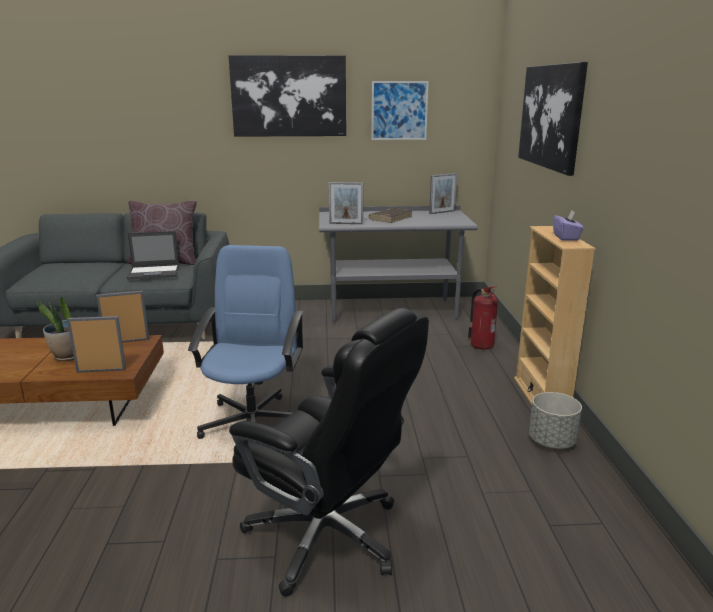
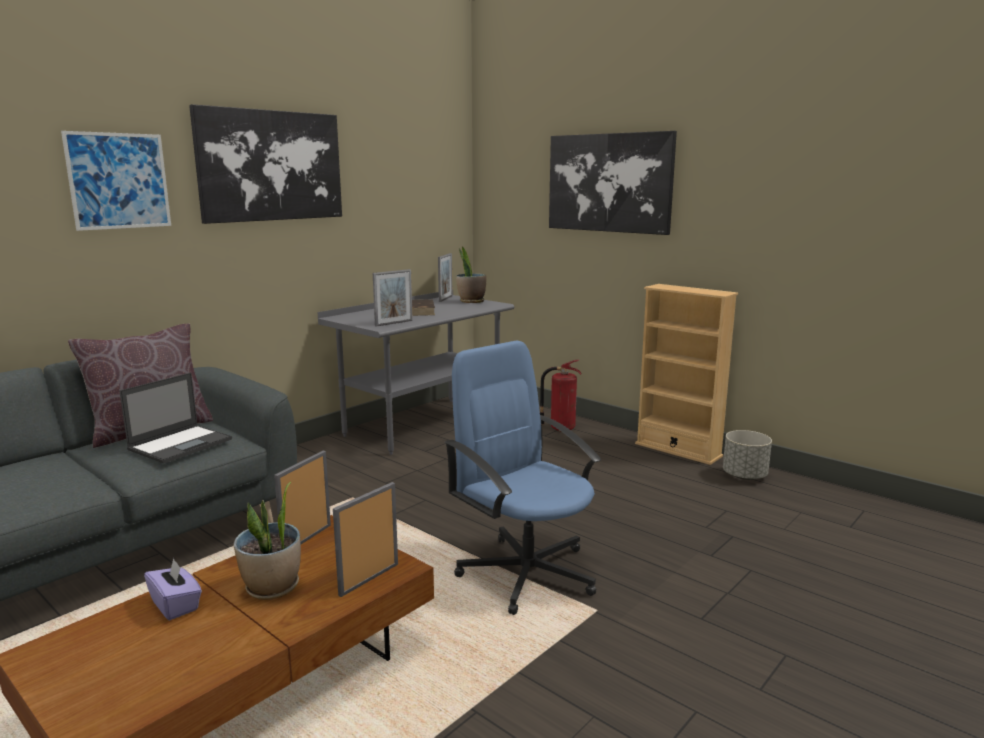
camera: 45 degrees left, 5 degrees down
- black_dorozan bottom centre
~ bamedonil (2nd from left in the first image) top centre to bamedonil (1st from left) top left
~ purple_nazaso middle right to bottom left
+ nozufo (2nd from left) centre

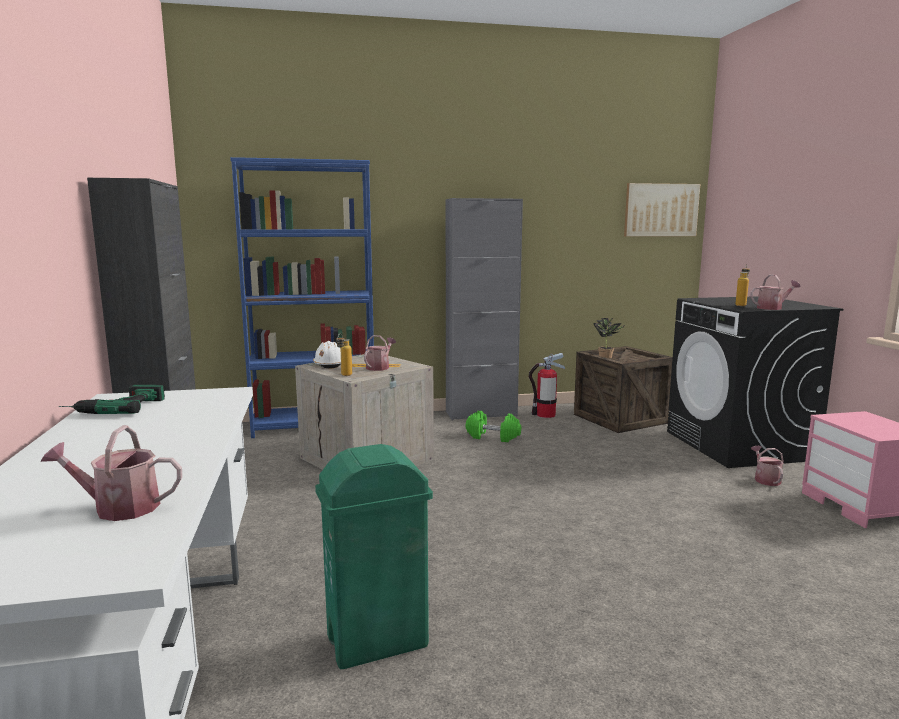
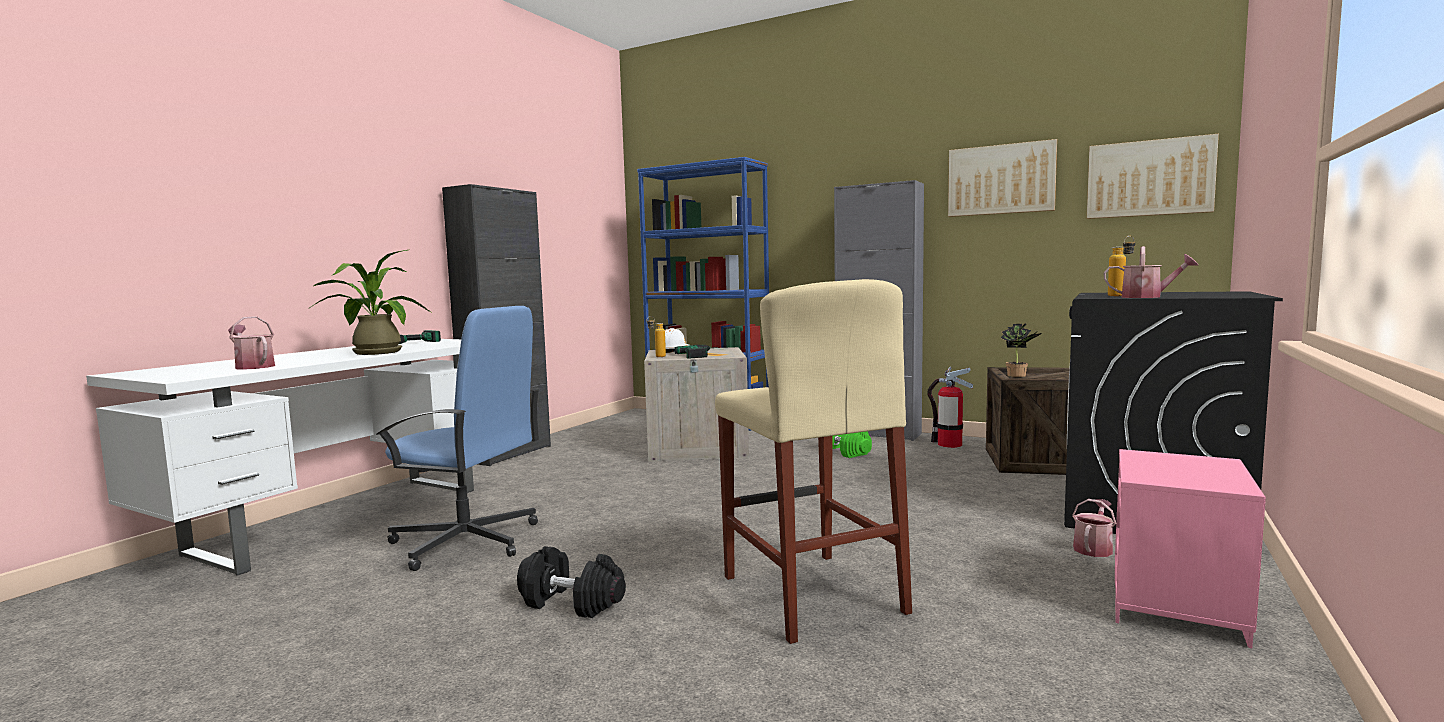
camera: 40 degrees right, 5 degrees down
~ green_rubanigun bottom centre to blue_dorozan middle left
~ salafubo (2nd from left) centre to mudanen (2nd from left) centre
+ nozufo (1st from left) middle left
+ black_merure bottom centre
+ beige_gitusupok centre
+ bamedonil (1st from left) top right

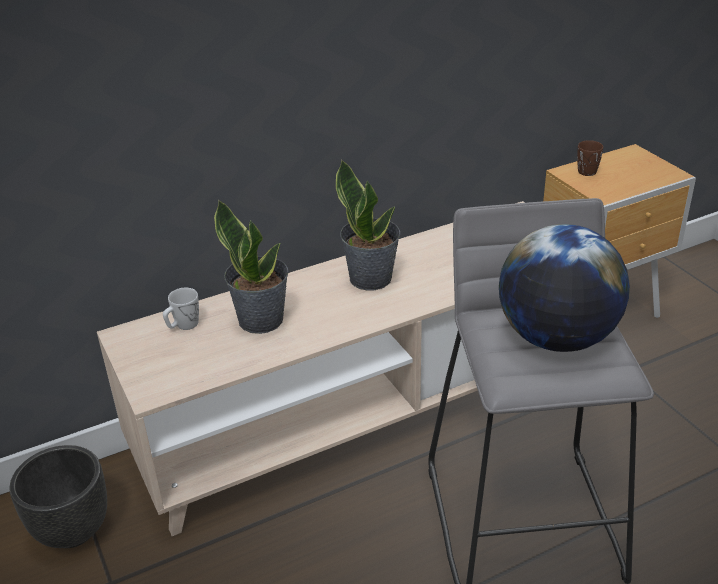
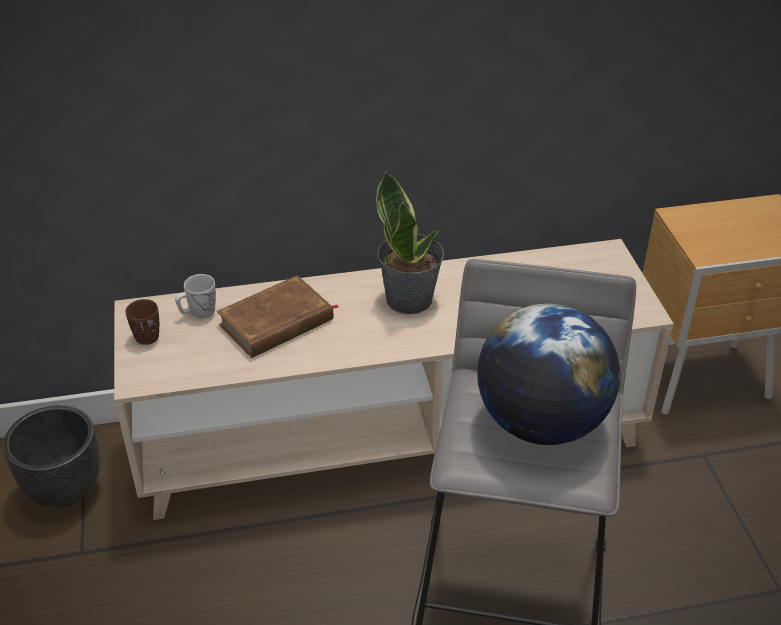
camera: 15 degrees right, 5 degrees up
~ nozufo (1st from left) centre to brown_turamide centre
~ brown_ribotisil top right to middle left

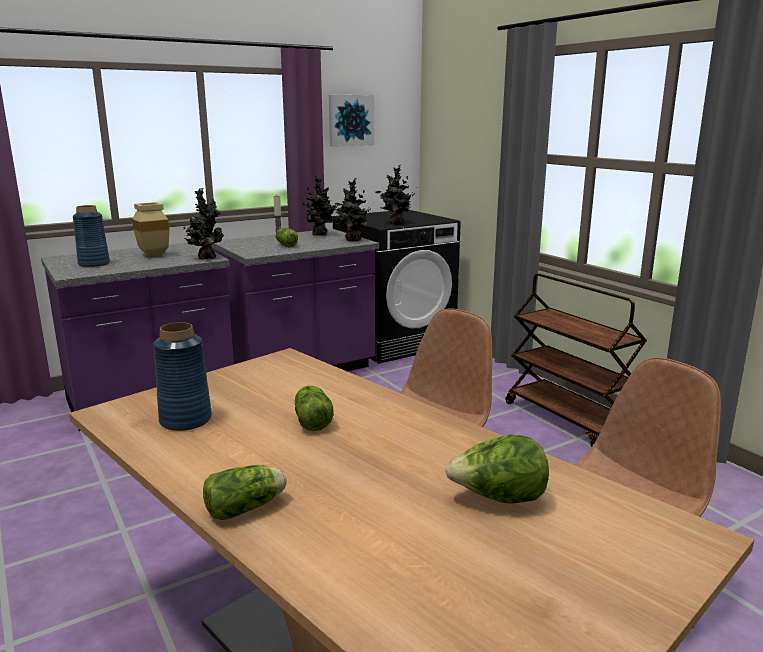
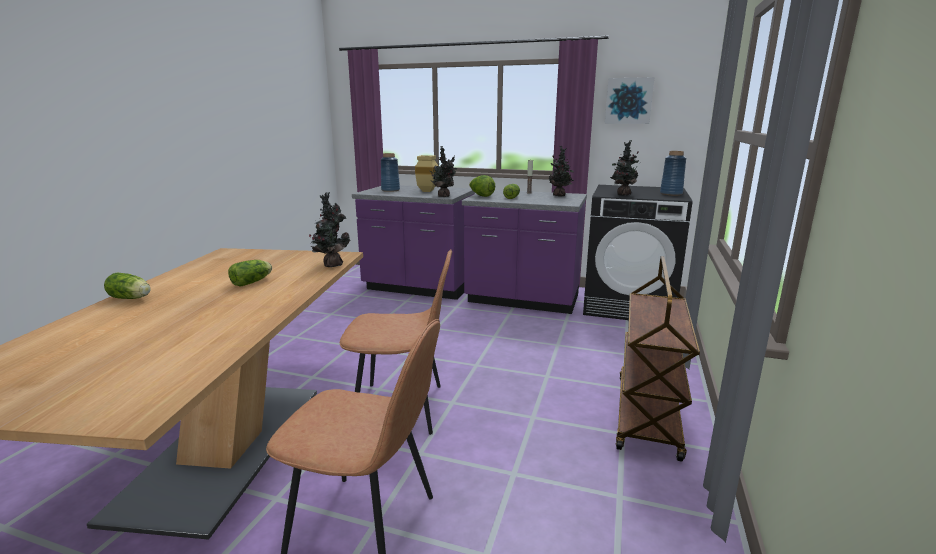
camera: 50 degrees right, 0 degrees up
~ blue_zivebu (2nd from left) middle left to top right
~ nozufo (3rd from left in the first image) top centre to nozufo (1st from left) centre
~ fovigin (4th from left in the first image) bottom centre to fovigin (3rd from left) centre

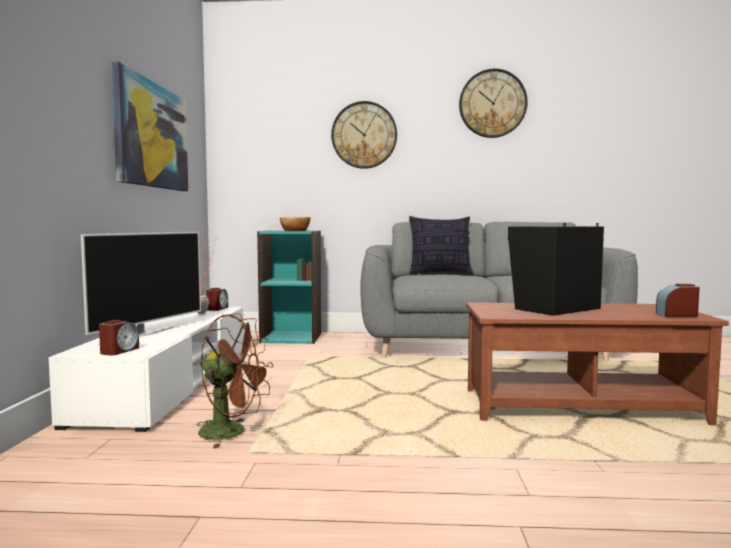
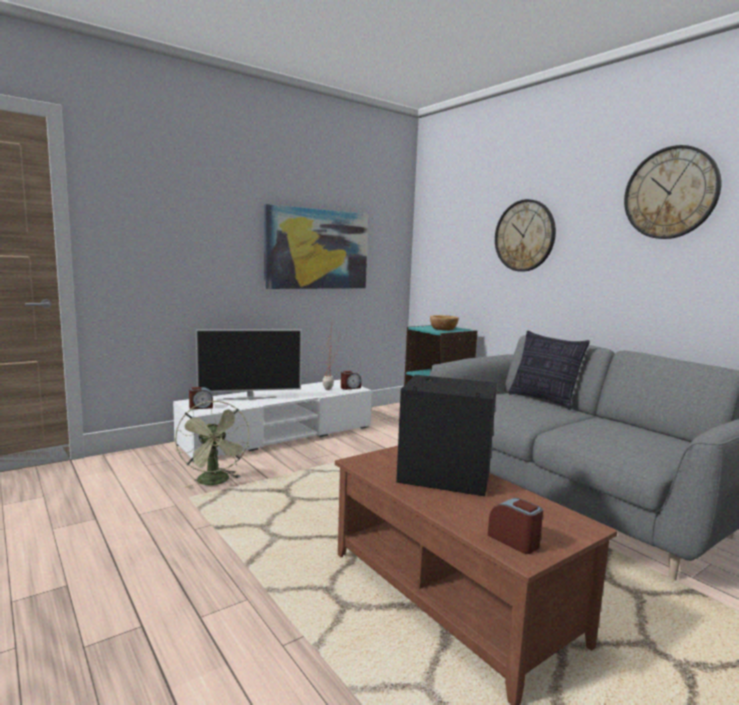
camera: 50 degrees right, 5 degrees up
~ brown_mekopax bottom left to green_mekopax middle left

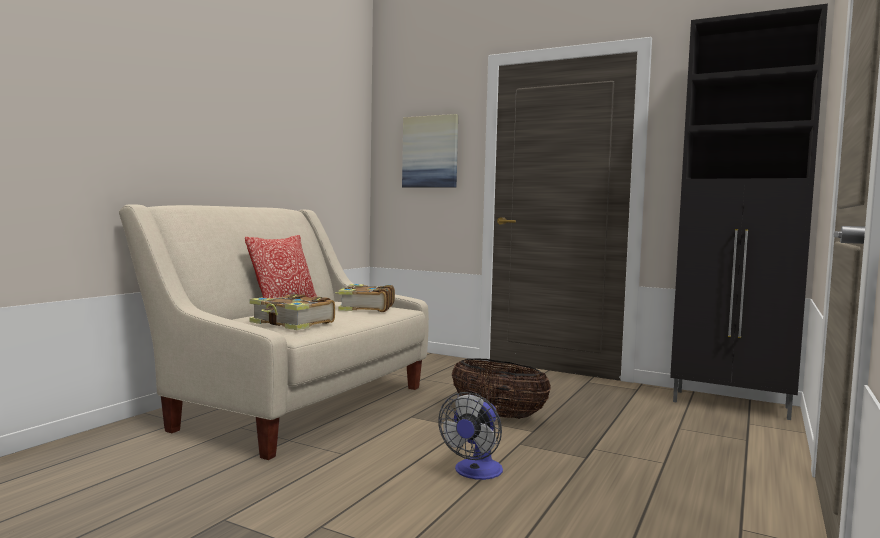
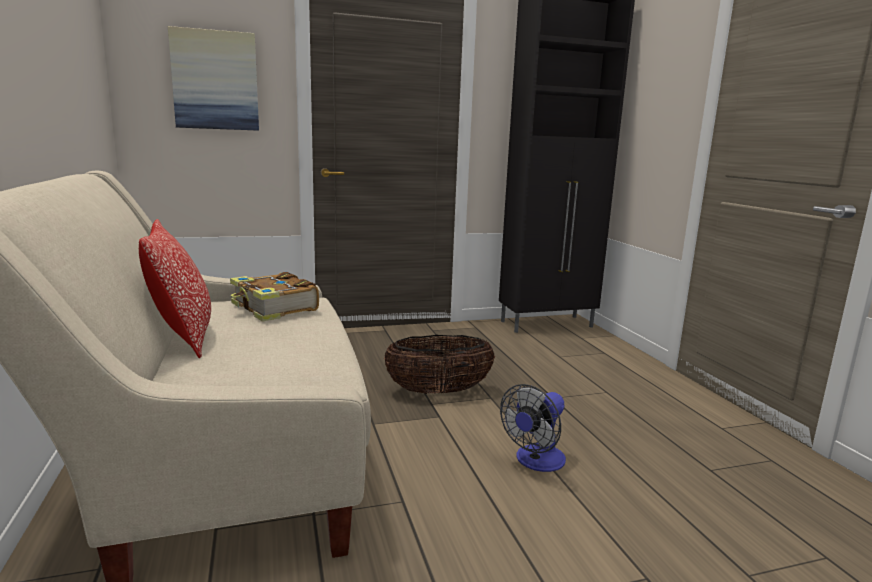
camera: 45 degrees left, 10 degrees up
- turamide (1st from left) middle left
~ mekopax bottom centre = bottom centre 60 degrees clockwise

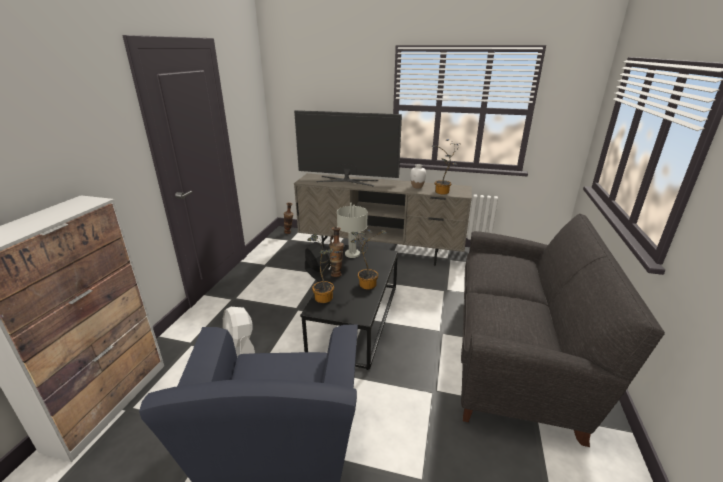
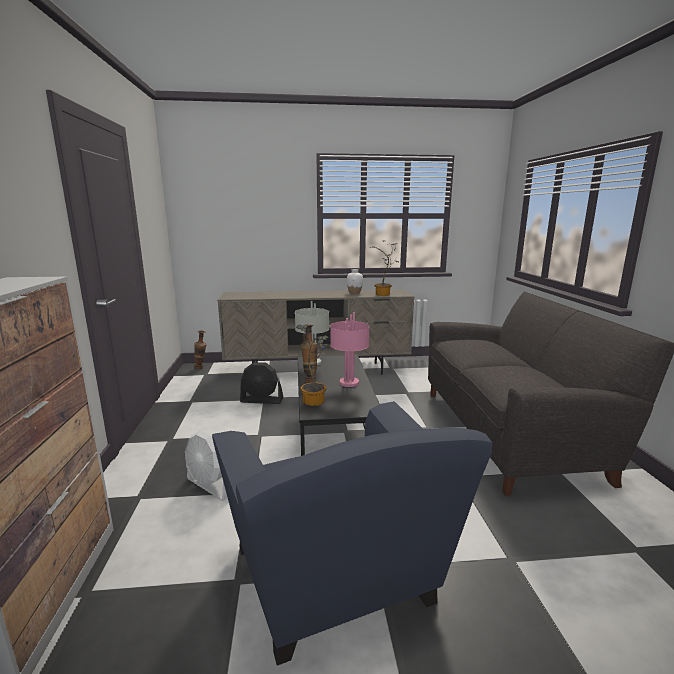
camera: 20 degrees left, 10 degrees down
- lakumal top centre
~ black_mekopax centre = centre 150 degrees clockwise
~ nozufo (2nd from left) centre to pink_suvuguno centre

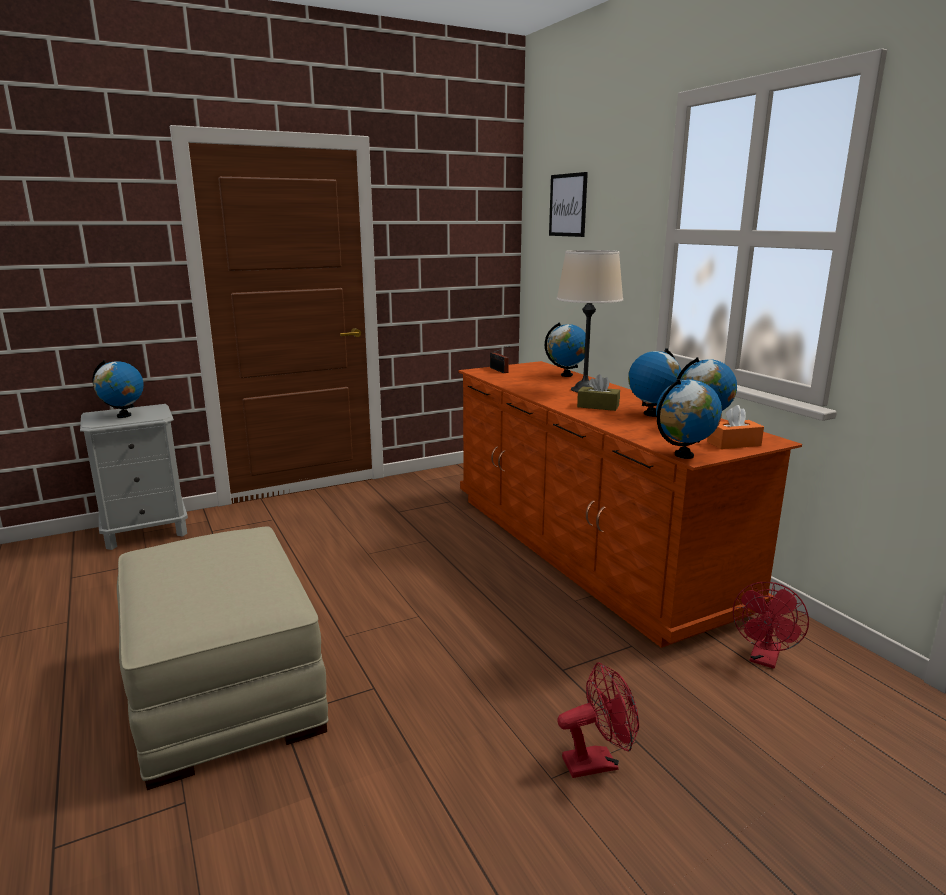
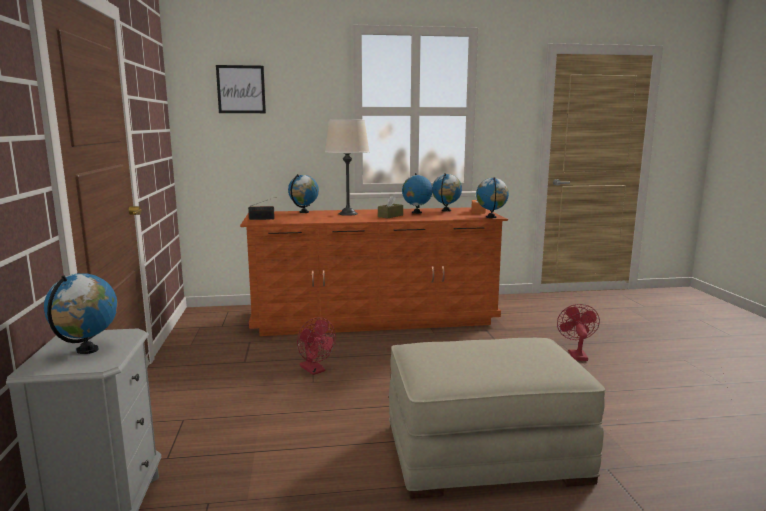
camera: 70 degrees left, 5 degrees down
~ red_mekopax (2nd from left in the first image) bottom right to red_mekopax (1st from left) bottom centre

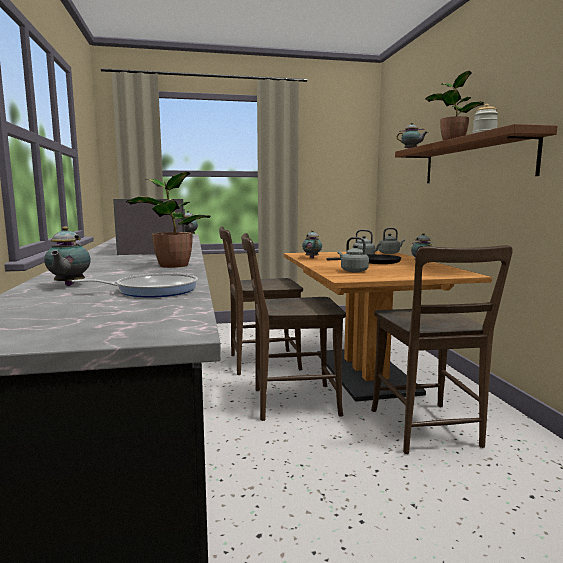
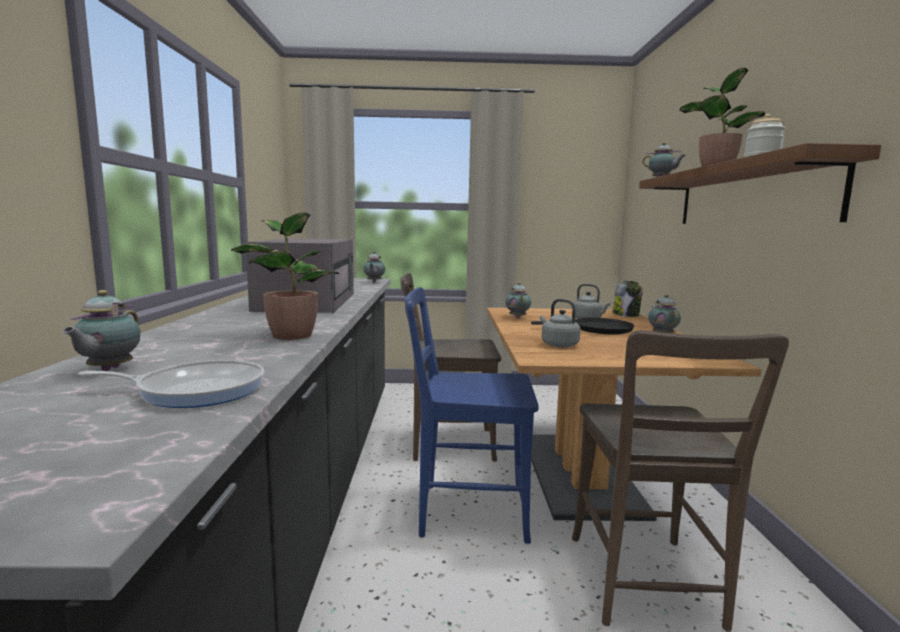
camera: 10 degrees right, 0 degrees up
~ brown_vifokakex (2nd from left) centre to blue_vifokakex centre
~ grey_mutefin (3rd from left) middle right to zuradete (1st from left) middle right

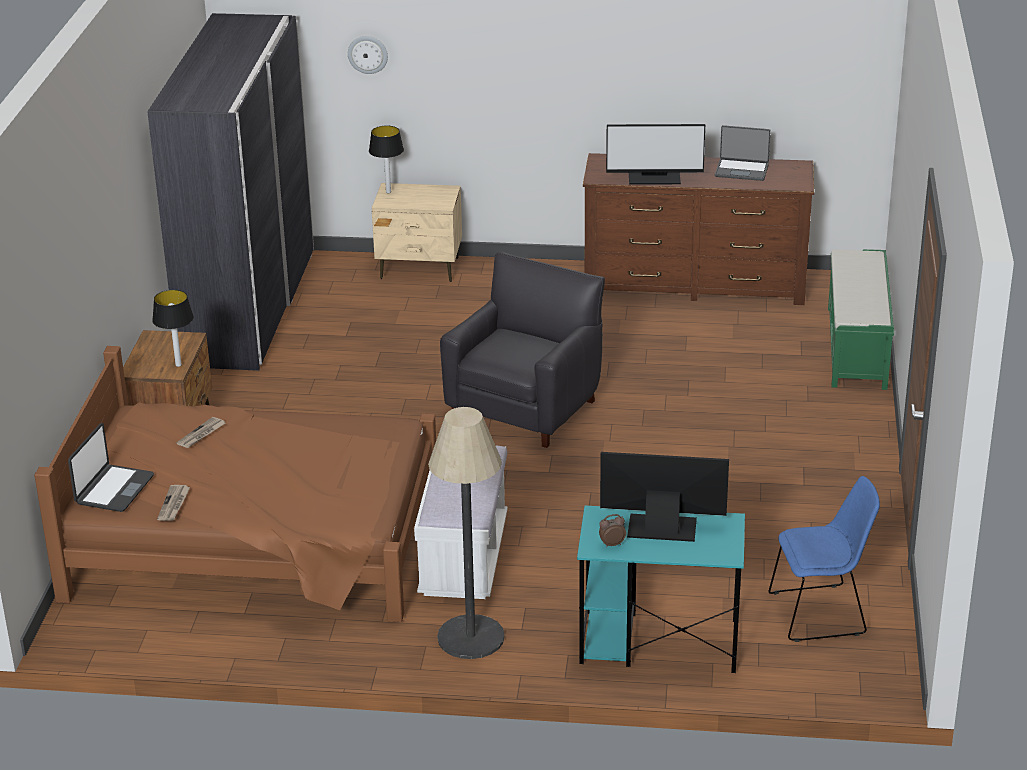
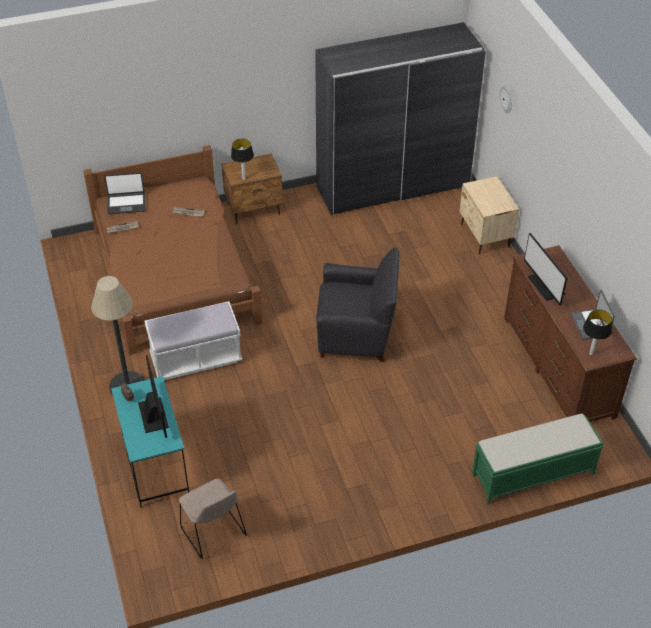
camera: 65 degrees right, 15 degrees up
~ suvuguno (2nd from left) top centre to middle right
~ blue_vifokakex bottom right to beige_vifokakex bottom left

